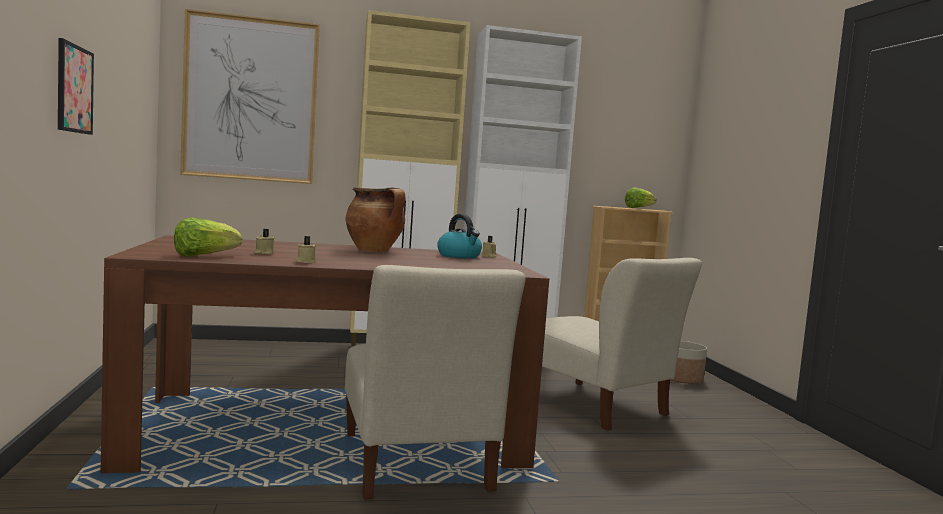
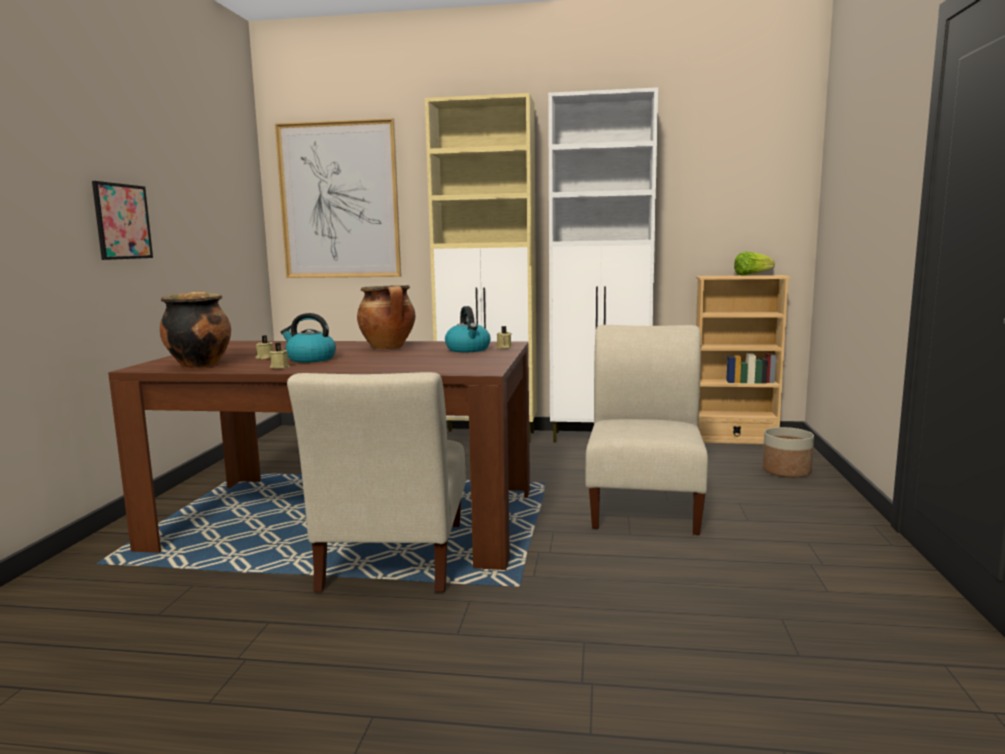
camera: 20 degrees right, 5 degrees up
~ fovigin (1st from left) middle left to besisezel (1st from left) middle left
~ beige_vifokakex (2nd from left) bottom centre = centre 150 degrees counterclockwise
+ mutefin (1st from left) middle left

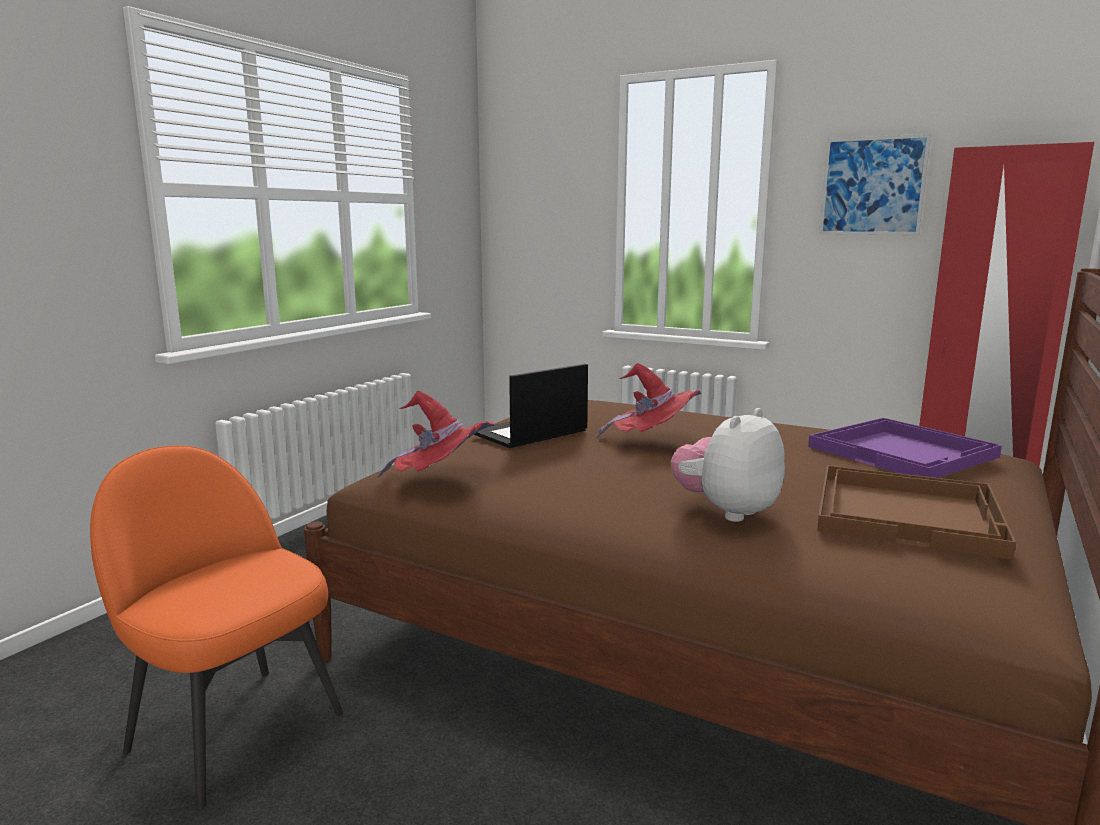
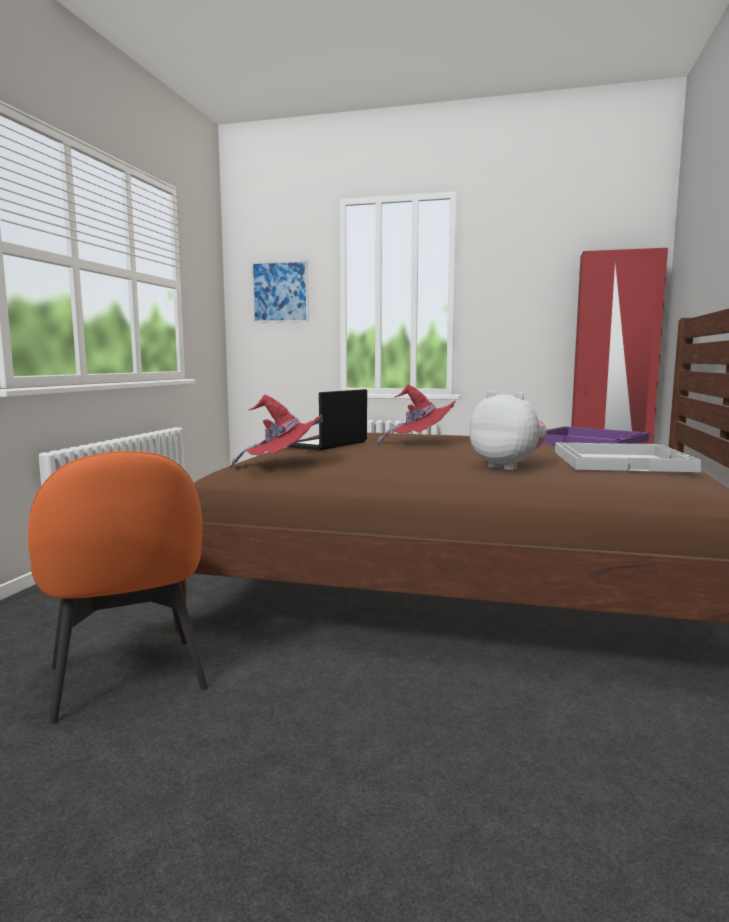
camera: 15 degrees left, 5 degrees down
~ orange_vifokakex bottom left = middle left 135 degrees counterclockwise
~ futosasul centre = middle right 105 degrees clockwise
~ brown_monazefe middle right to white_monazefe middle right
~ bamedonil top right to top centre

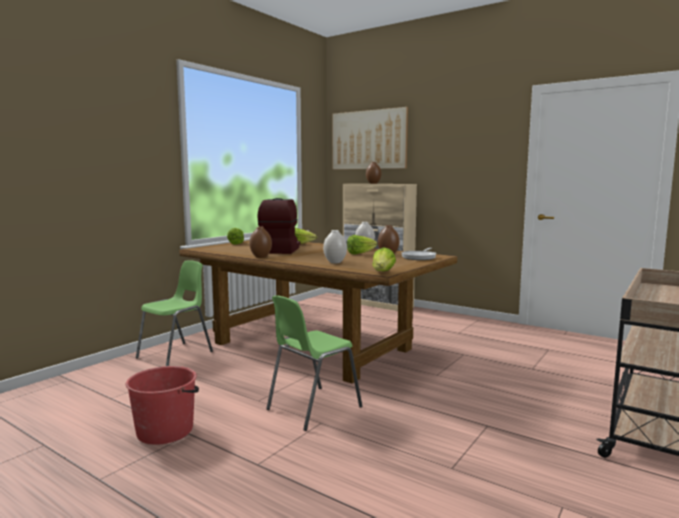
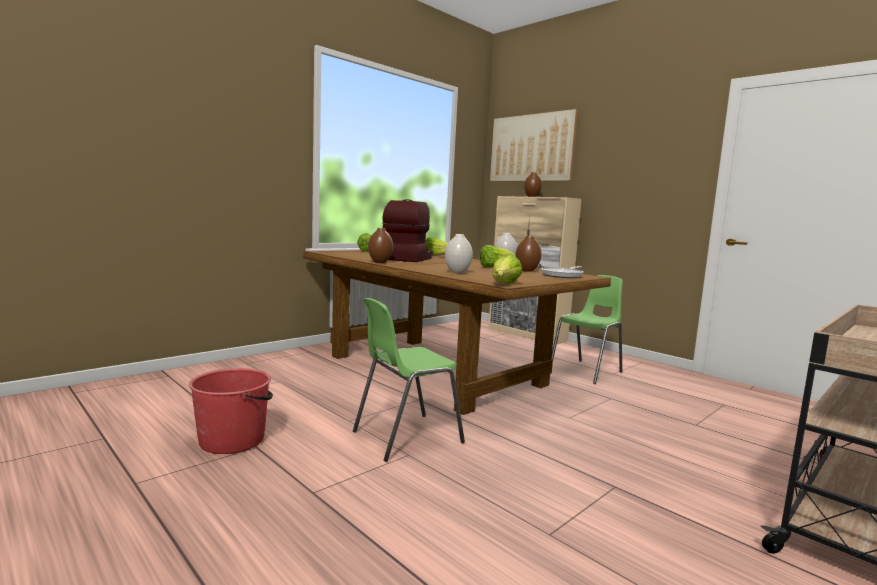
camera: 10 degrees right, 0 degrees up
~ green_vifokakex (1st from left in the first image) middle left to green_vifokakex (2nd from left) middle right

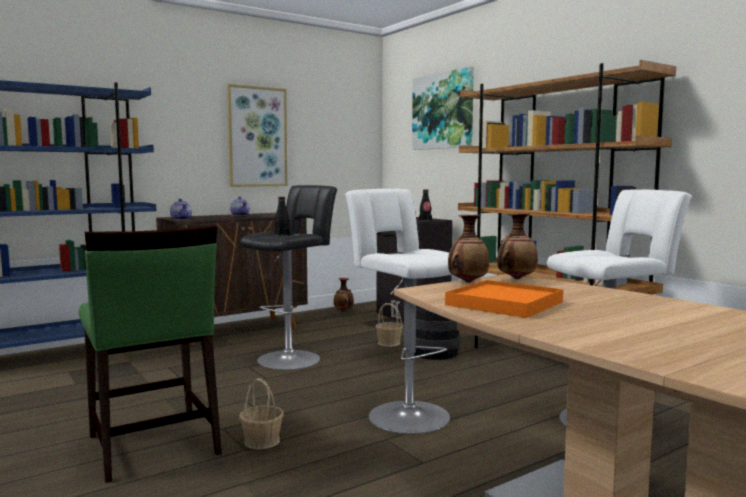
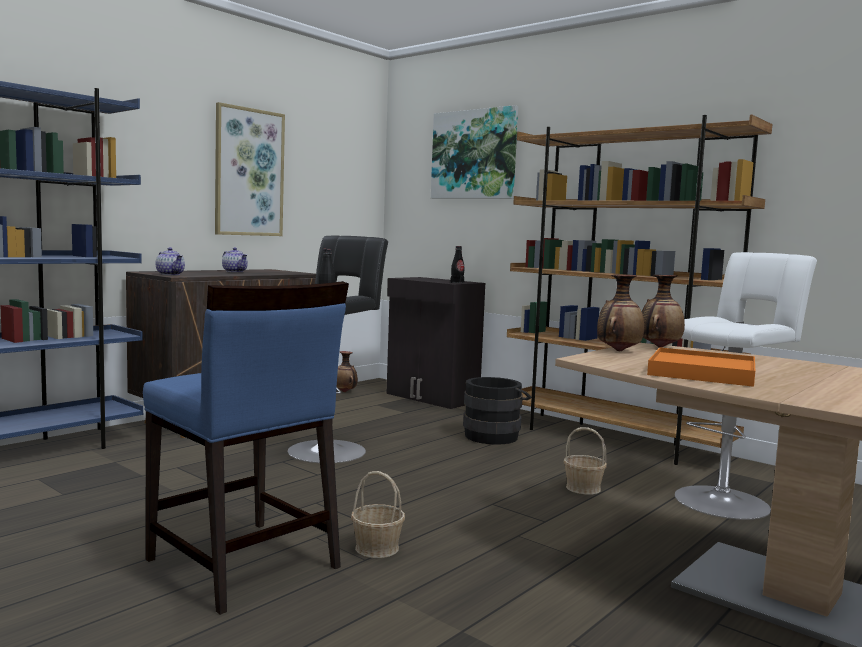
camera: 15 degrees left, 0 degrees up
~ green_vifokakex bottom left to blue_vifokakex bottom left
- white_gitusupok (1st from left) centre
~ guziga (2nd from left) centre to bottom right

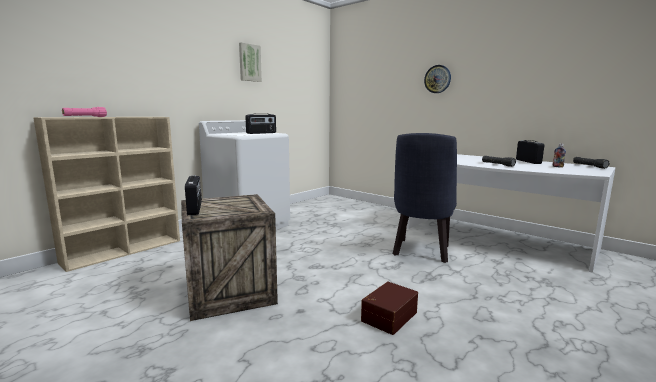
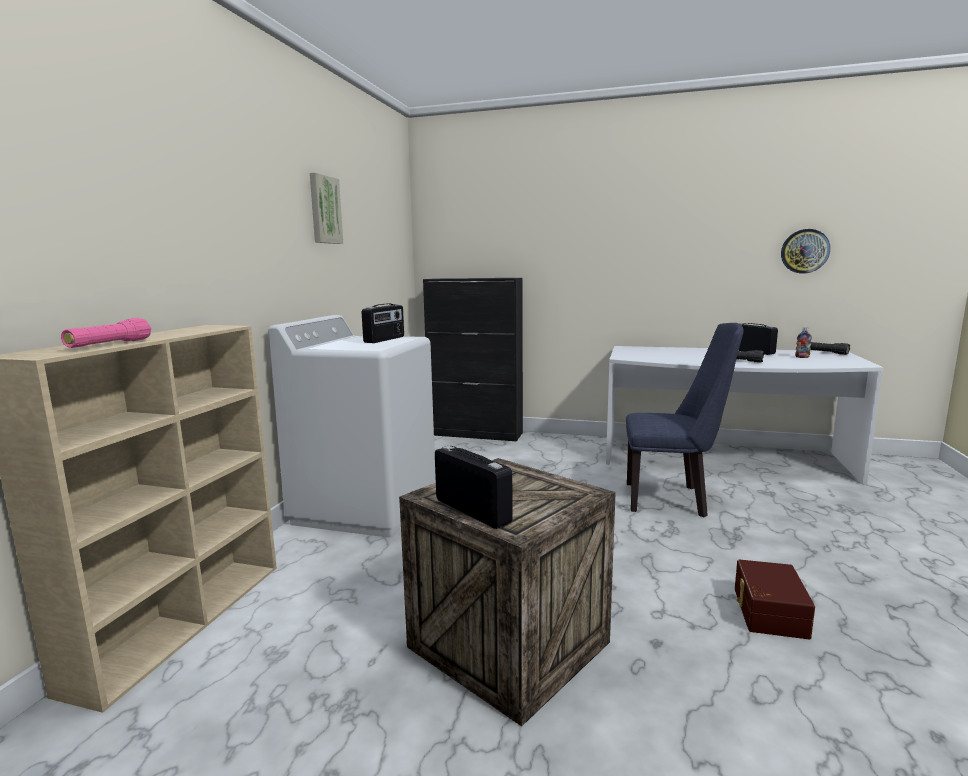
camera: 25 degrees left, 0 degrees up
~ blue_vifokakex centre = middle right 75 degrees counterclockwise
~ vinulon top centre to top right
+ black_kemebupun centre

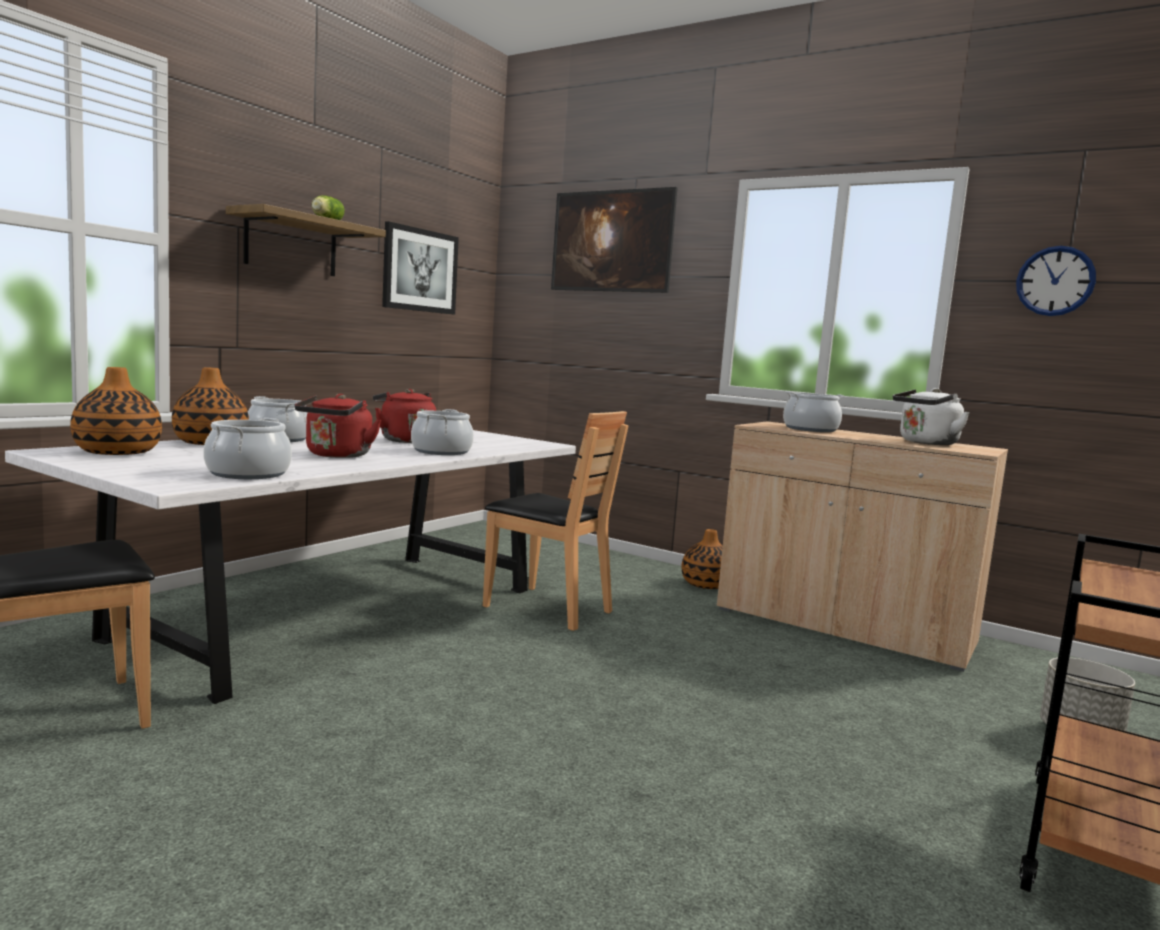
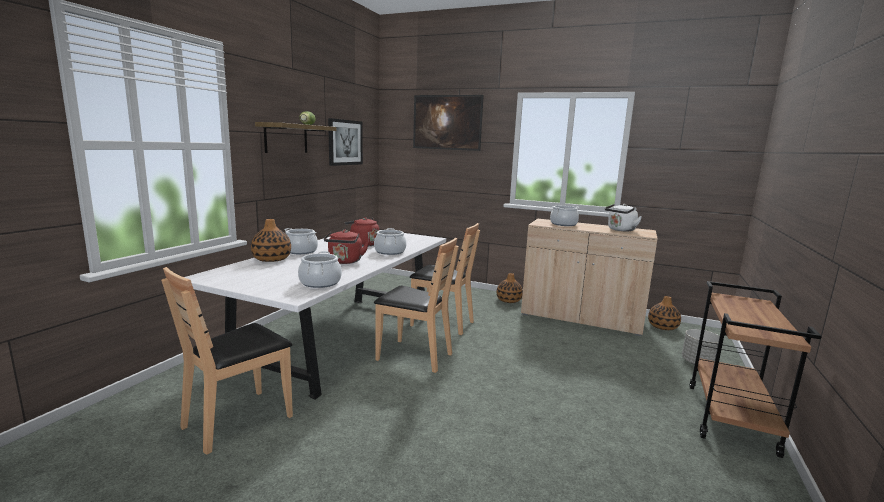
camera: 10 degrees left, 5 degrees up
~ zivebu (1st from left in the first image) middle left to zivebu (3rd from left) middle right
- vinulon top right
+ brown_vifokakex (2nd from left) centre

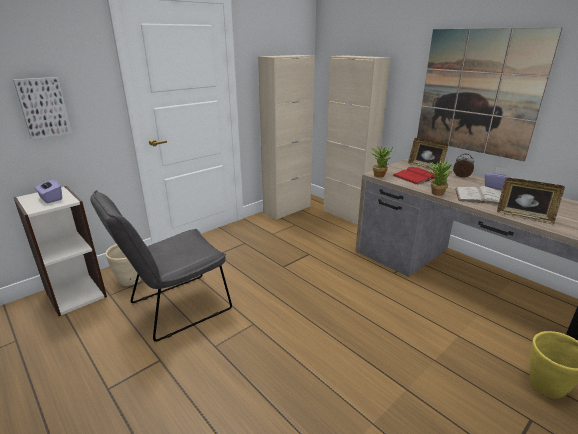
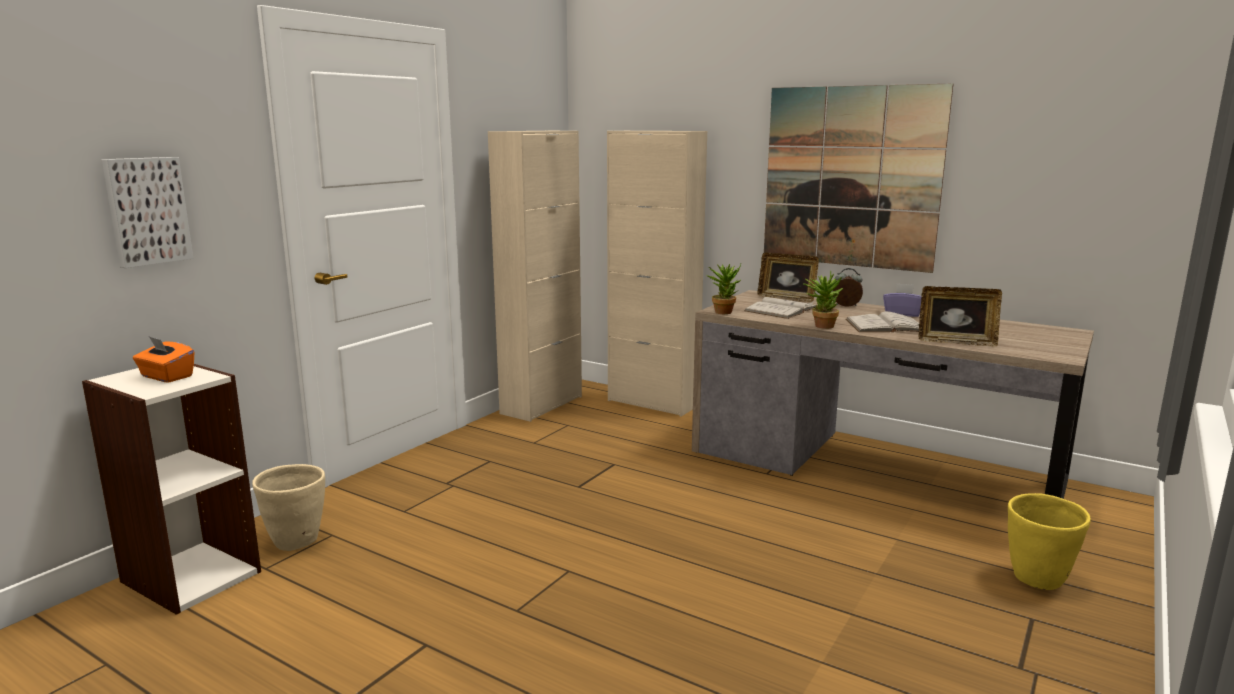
camera: 15 degrees left, 10 degrees down
~ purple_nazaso (1st from left) middle left to orange_nazaso middle left
- grey_vifokakex middle left
~ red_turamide middle right to white_turamide (1st from left) centre

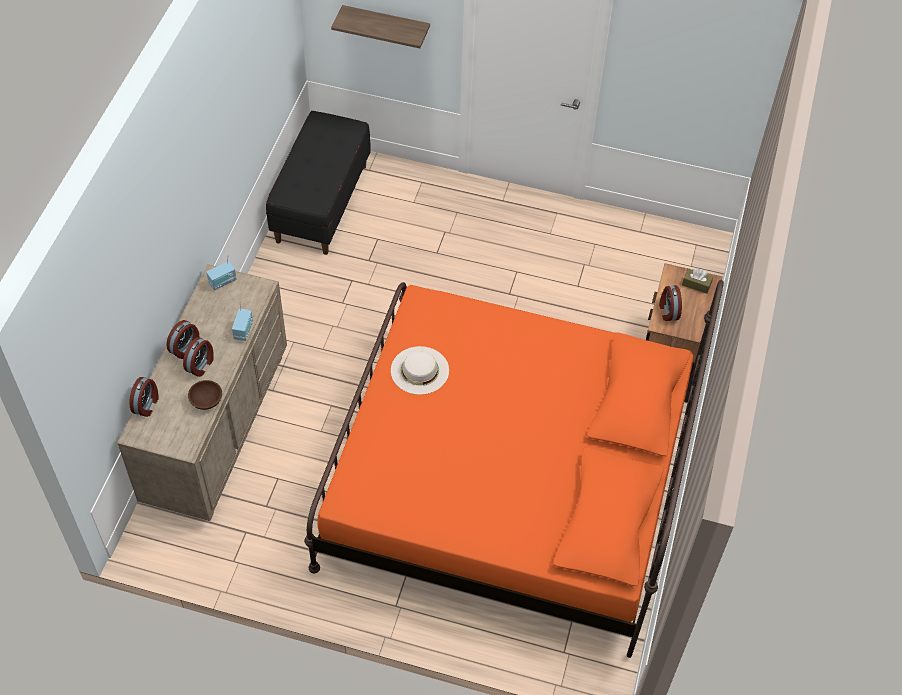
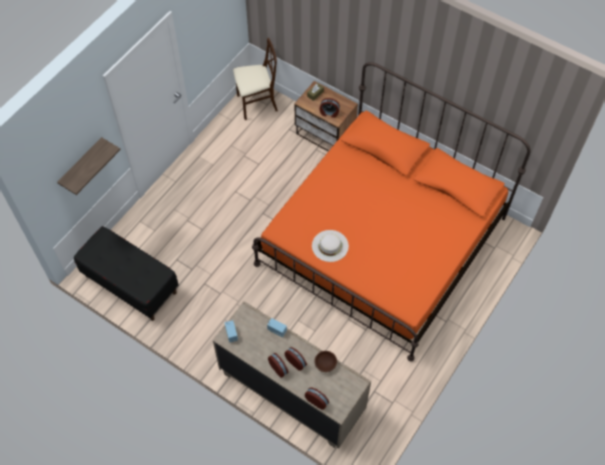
camera: 70 degrees left, 5 degrees up
+ beige_vifokakex top centre

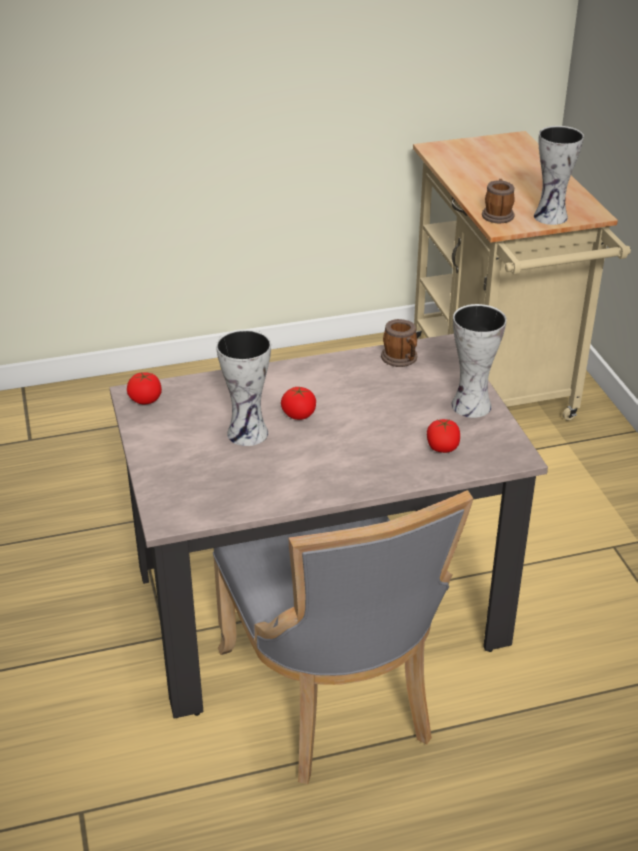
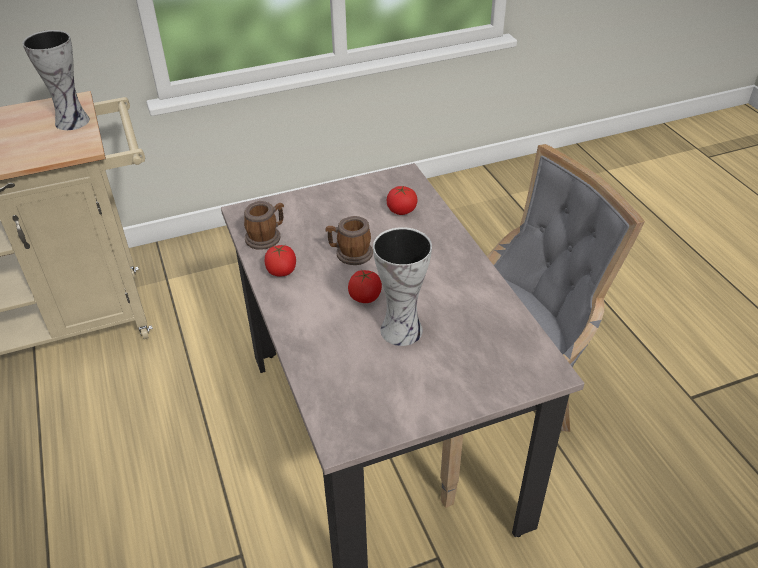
camera: 95 degrees left, 5 degrees up
~ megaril (1st from left) middle left to centre
- zivebu (2nd from left) middle right
~ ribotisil (2nd from left) top right to centre

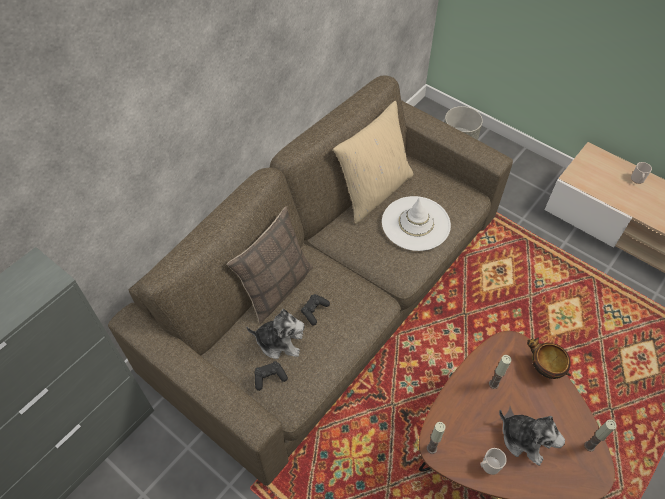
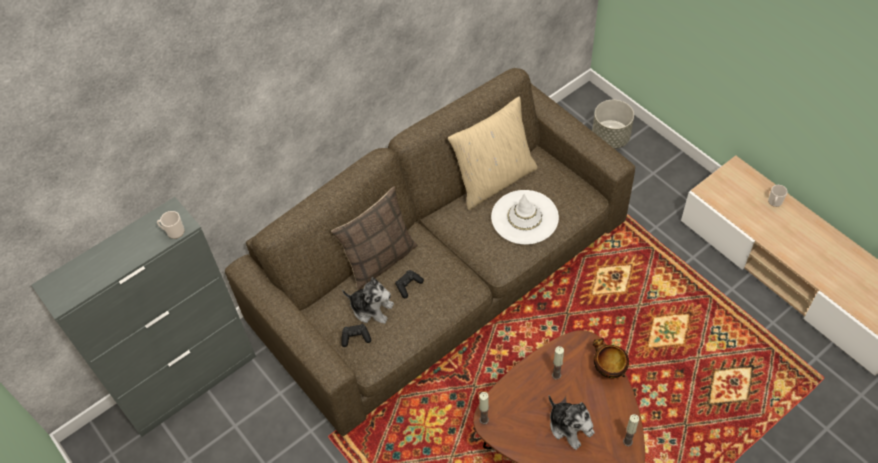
camera: 15 degrees right, 0 degrees up
~ ribotisil (1st from left) bottom right to middle left

